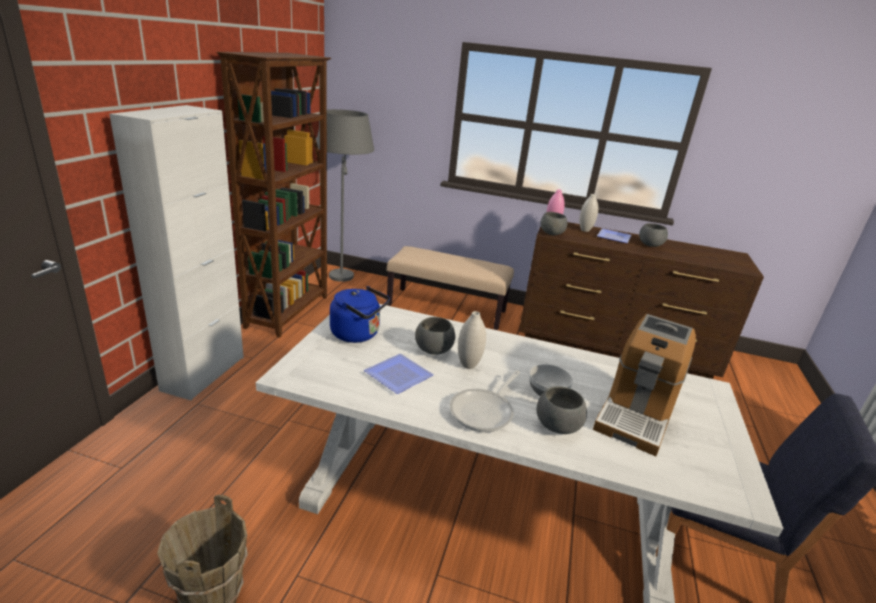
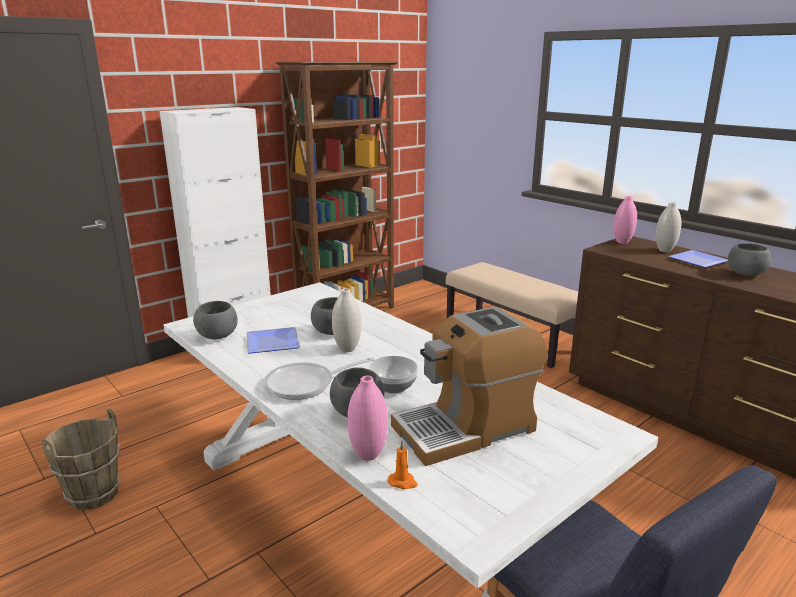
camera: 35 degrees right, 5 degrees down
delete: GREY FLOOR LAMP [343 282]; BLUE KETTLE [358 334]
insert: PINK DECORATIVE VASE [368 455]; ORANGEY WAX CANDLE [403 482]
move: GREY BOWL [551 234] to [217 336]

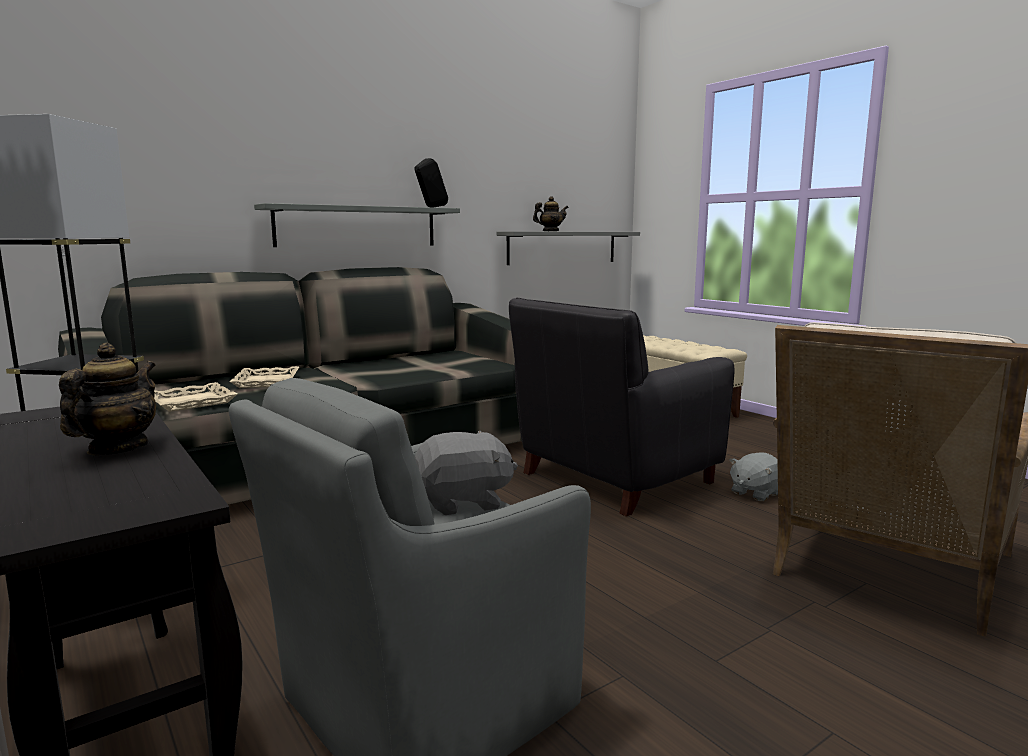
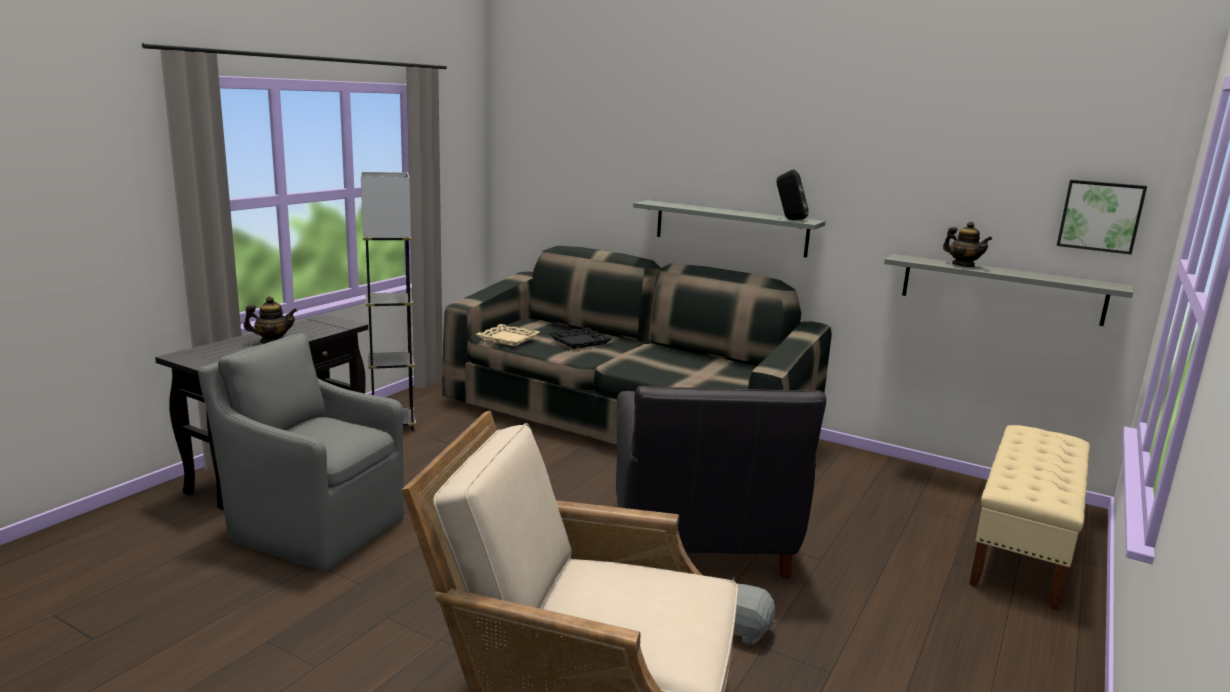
camera: 65 degrees right, 5 degrees up
delete: GREY SOFT TOY [463 502]
insert: WALL PICTURE [1100 216]
recolor: BEIGE-COLOURED TRAY [266 382] to BLACK TRAY [580 341]
rotate: BLACK ARMCHAIR [613 478] = [701 542] 120 degrees counterclockwise

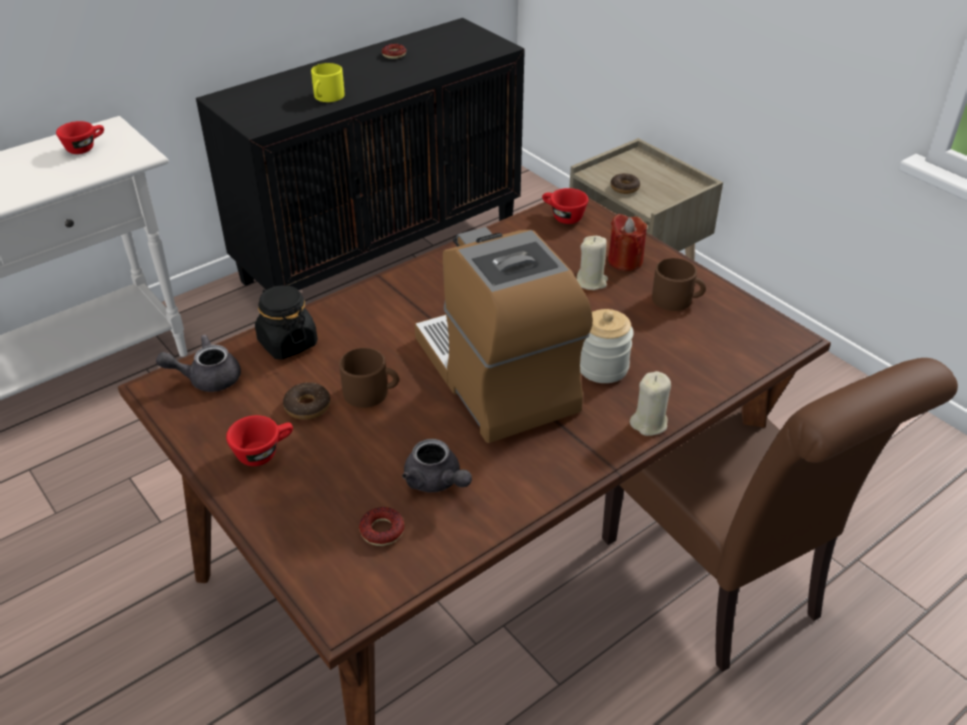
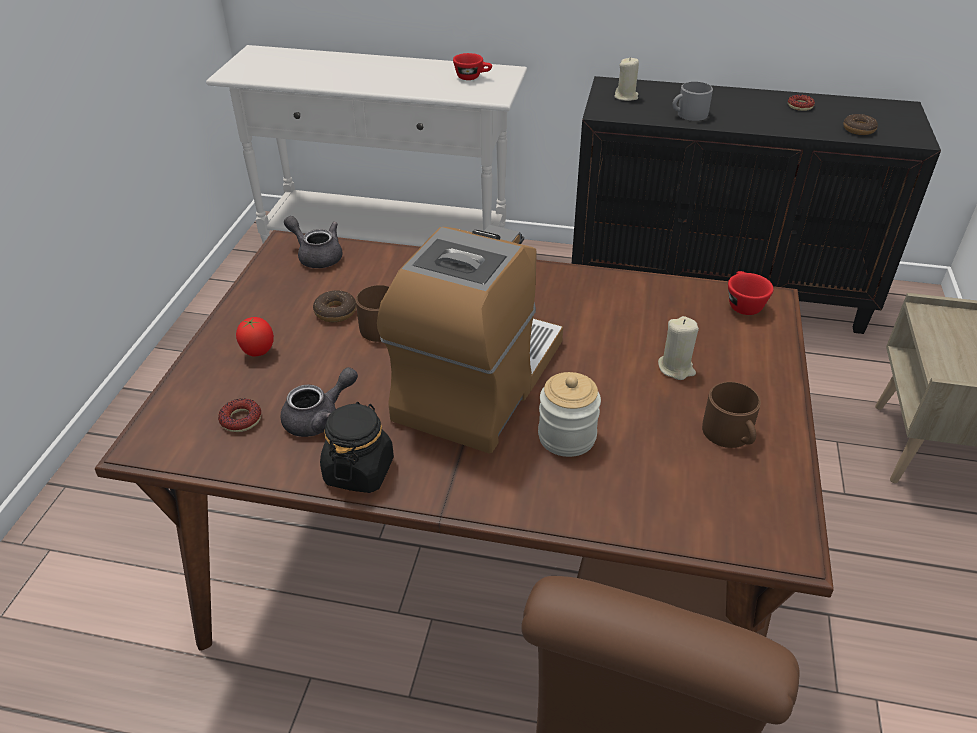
camera: 50 degrees right, 0 degrees up
delete: RED-COLOURED DRINKING CUP [264 452]; RED-COLOURED WAX CANDLE [625 261]
insert: TOMATO [258 352]
move: BLACK JAR [287 343] to [359 471]; DOUGHNUT [624 188] to [858 129]; BEIGE-COLOURED WAX CANDLE [649 423] to [626 97]
recolor: YELLOW MUG [327 97] to GREY MUG [688 114]
rotate: GREY TEAPOT [436 482] = [319 418] 135 degrees counterclockwise

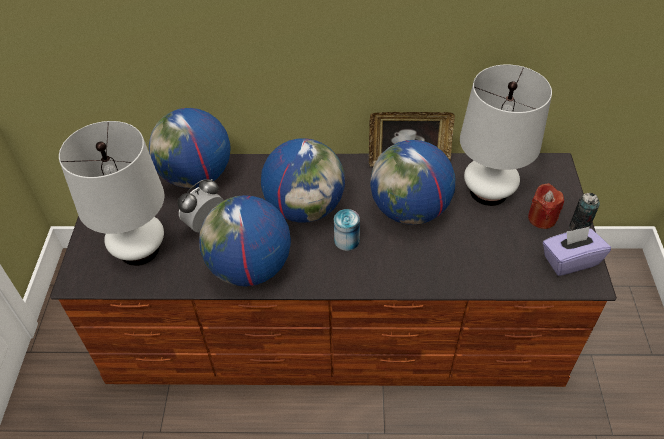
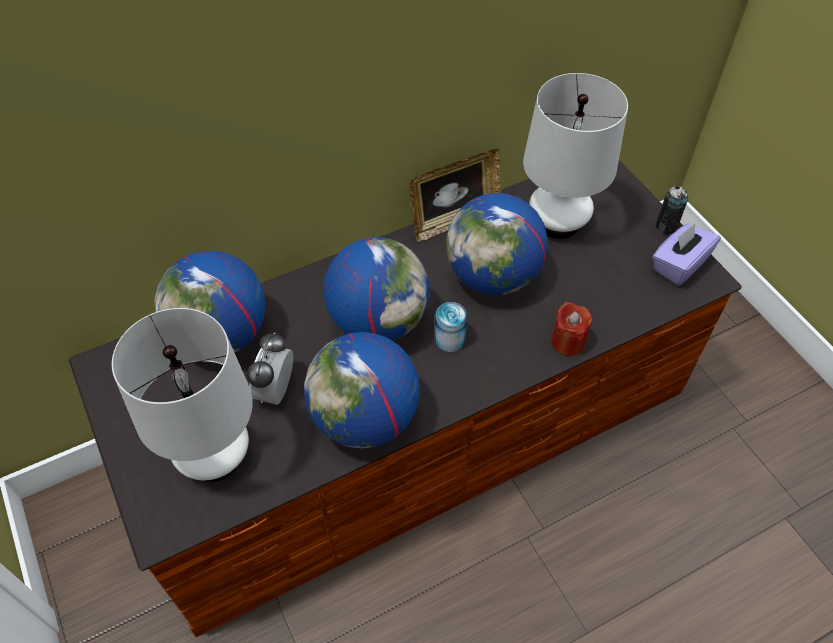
camera: 30 degrees left, 5 degrees up
move: RED-COLOURED WAX CANDLE [541 218] to [568 342]

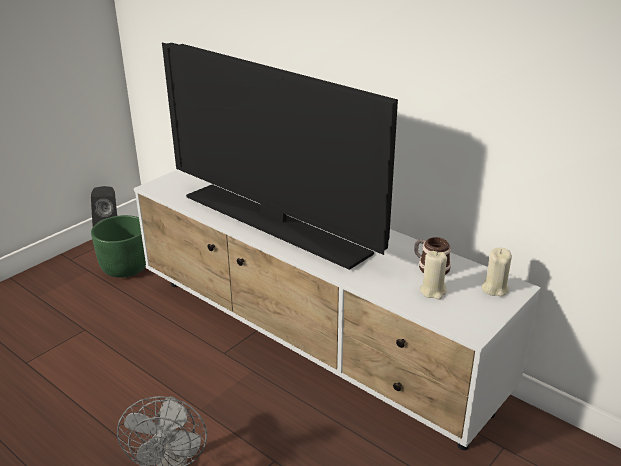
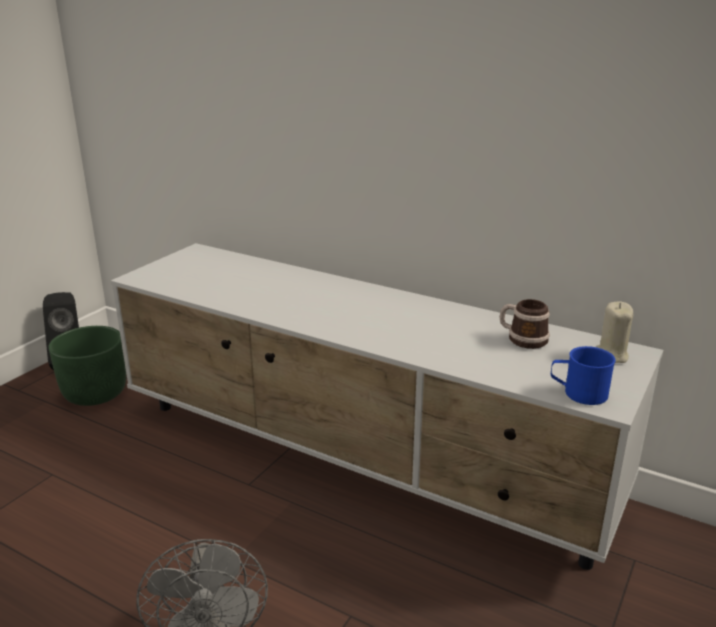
camera: 10 degrees left, 5 degrees down
delete: TV [275 224]; BEIGE-COLOURED WAX CANDLE [433 291]
insert: BLUE MUG [578 393]

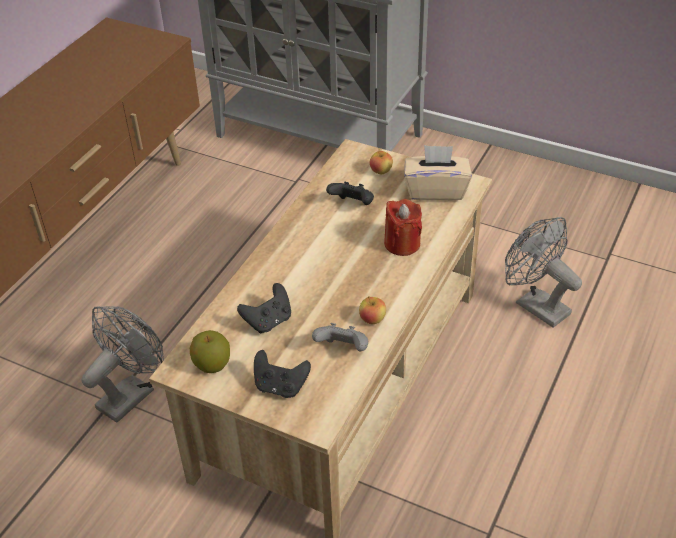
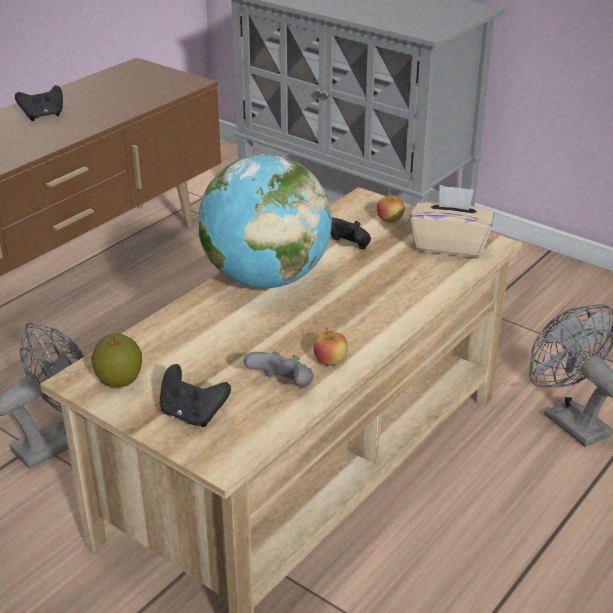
camera: 10 degrees right, 10 degrees down
delete: RED-COLOURED WAX CANDLE [402 244]
insert: DESK GLOBE [266 279]
move: BLACK GAMEPAD [268 321] to [43 116]

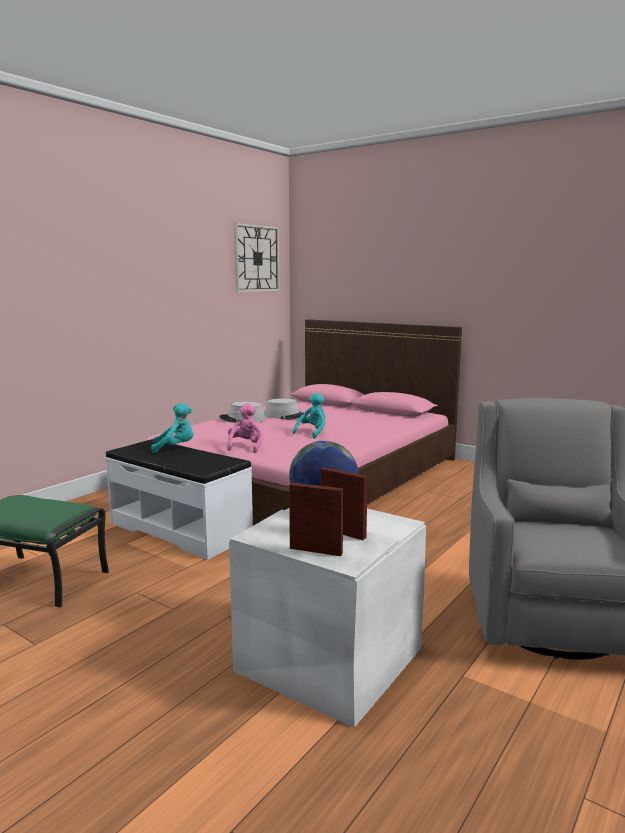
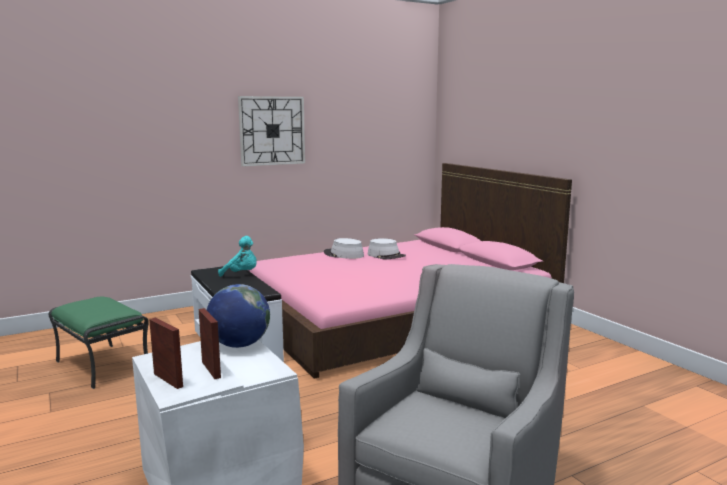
camera: 25 degrees right, 0 degrees up
delete: PINK SOFT TOY [245 447]; TURQUOISE-COLOURED SOFT TOY [312 433]
move: HANGING CLOCK [256 258] to [272 131]

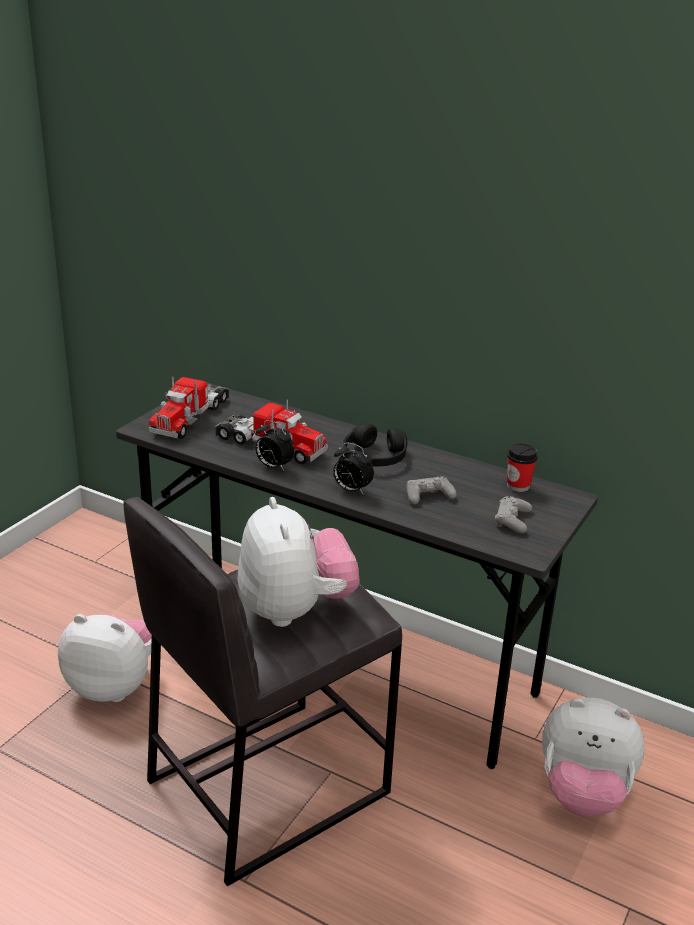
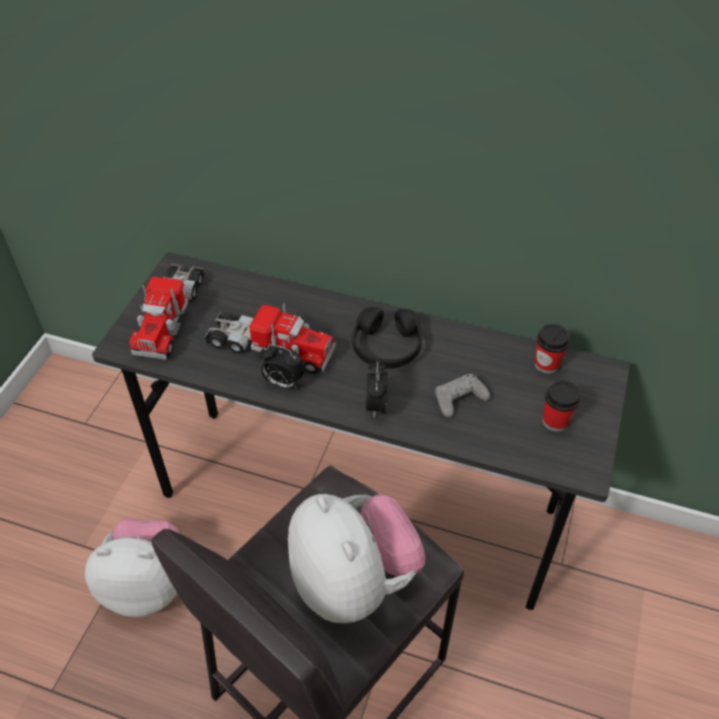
camera: 10 degrees left, 20 degrees up
delete: SOFT TOY [583 793]
replace: GREY GAMEPAD [512 520] to DRINKING CUP [555 421]
rotate: TABLE CLOCK [351 490] = [376 406] 75 degrees clockwise

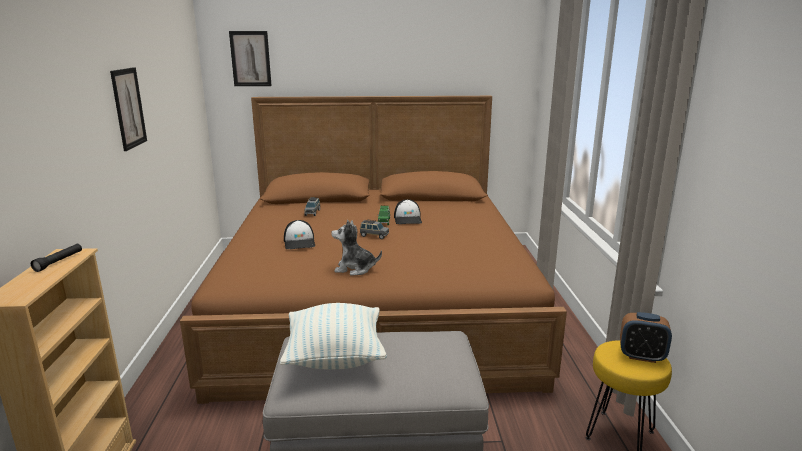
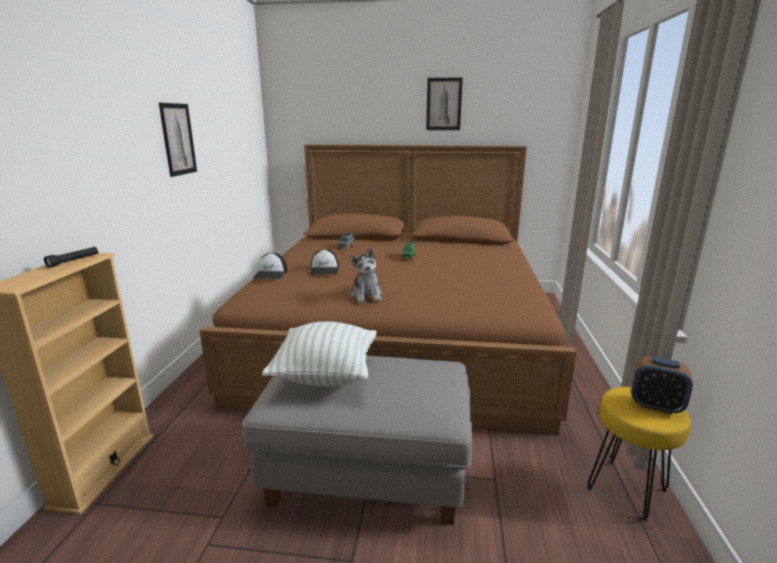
camera: 10 degrees right, 0 degrees up
delete: GREY MINIATURE CAR [374 236]
move: WALL PICTURE [250 59] to [444 104]; CAP [408 219] to [271 274]
rotate: SOFT TOY [355 269] = [367 295] 120 degrees counterclockwise

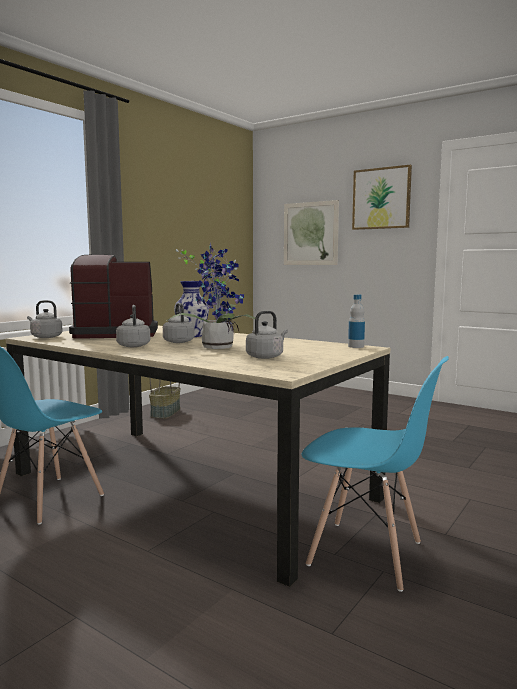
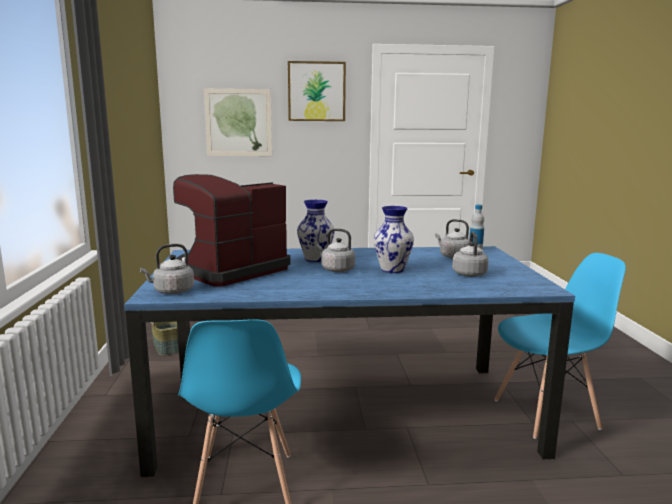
camera: 40 degrees left, 5 degrees up
move: GREY KETTLE [133 345] to [453 256]
replace: HOUSEPLANT [217 346] to DECORATIVE VASE [392 269]
recolor: BEIGE-COLOURED DINING TABLE [188 485] to BLUE DINING TABLE [343 413]

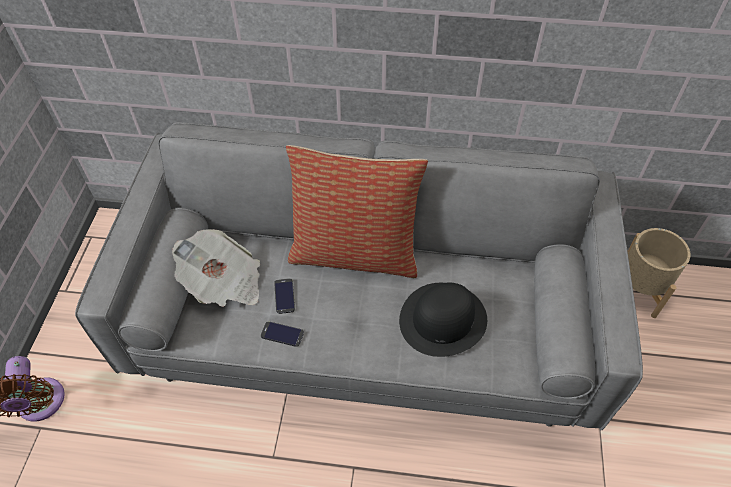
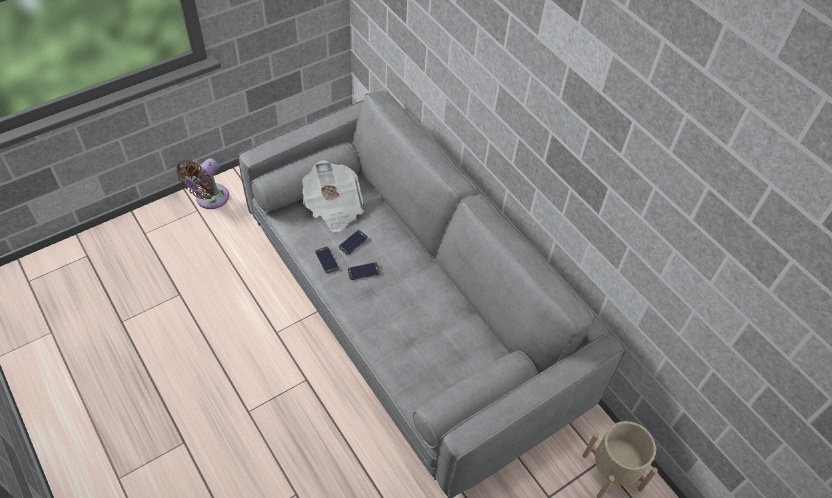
camera: 45 degrees right, 0 degrees up
delete: CUSHION [355 252]; BLACK CLOTHING HAT [443 320]
insert: PHONE [363 271]

